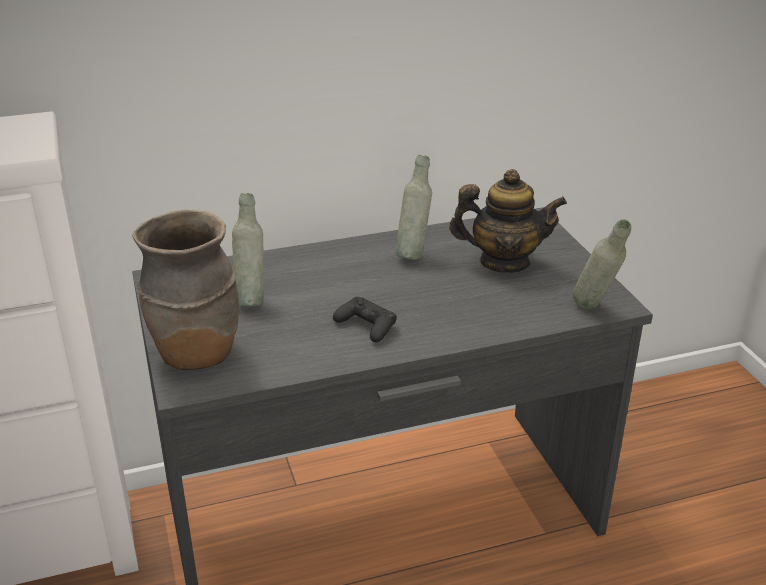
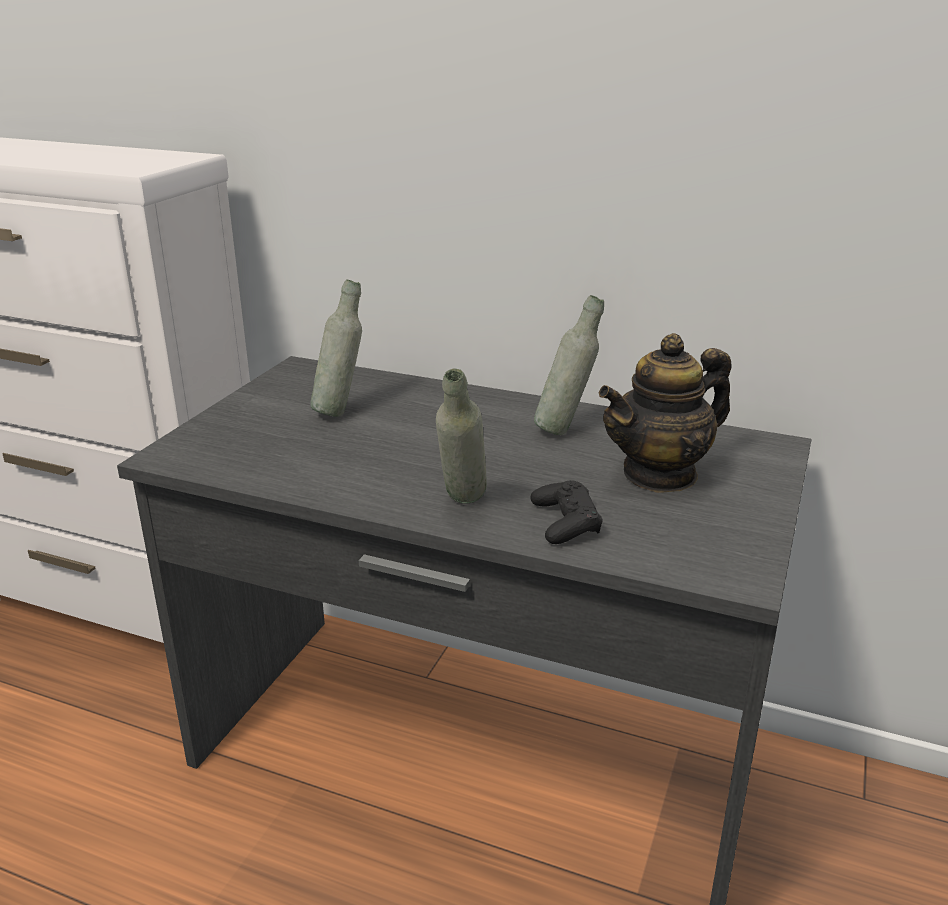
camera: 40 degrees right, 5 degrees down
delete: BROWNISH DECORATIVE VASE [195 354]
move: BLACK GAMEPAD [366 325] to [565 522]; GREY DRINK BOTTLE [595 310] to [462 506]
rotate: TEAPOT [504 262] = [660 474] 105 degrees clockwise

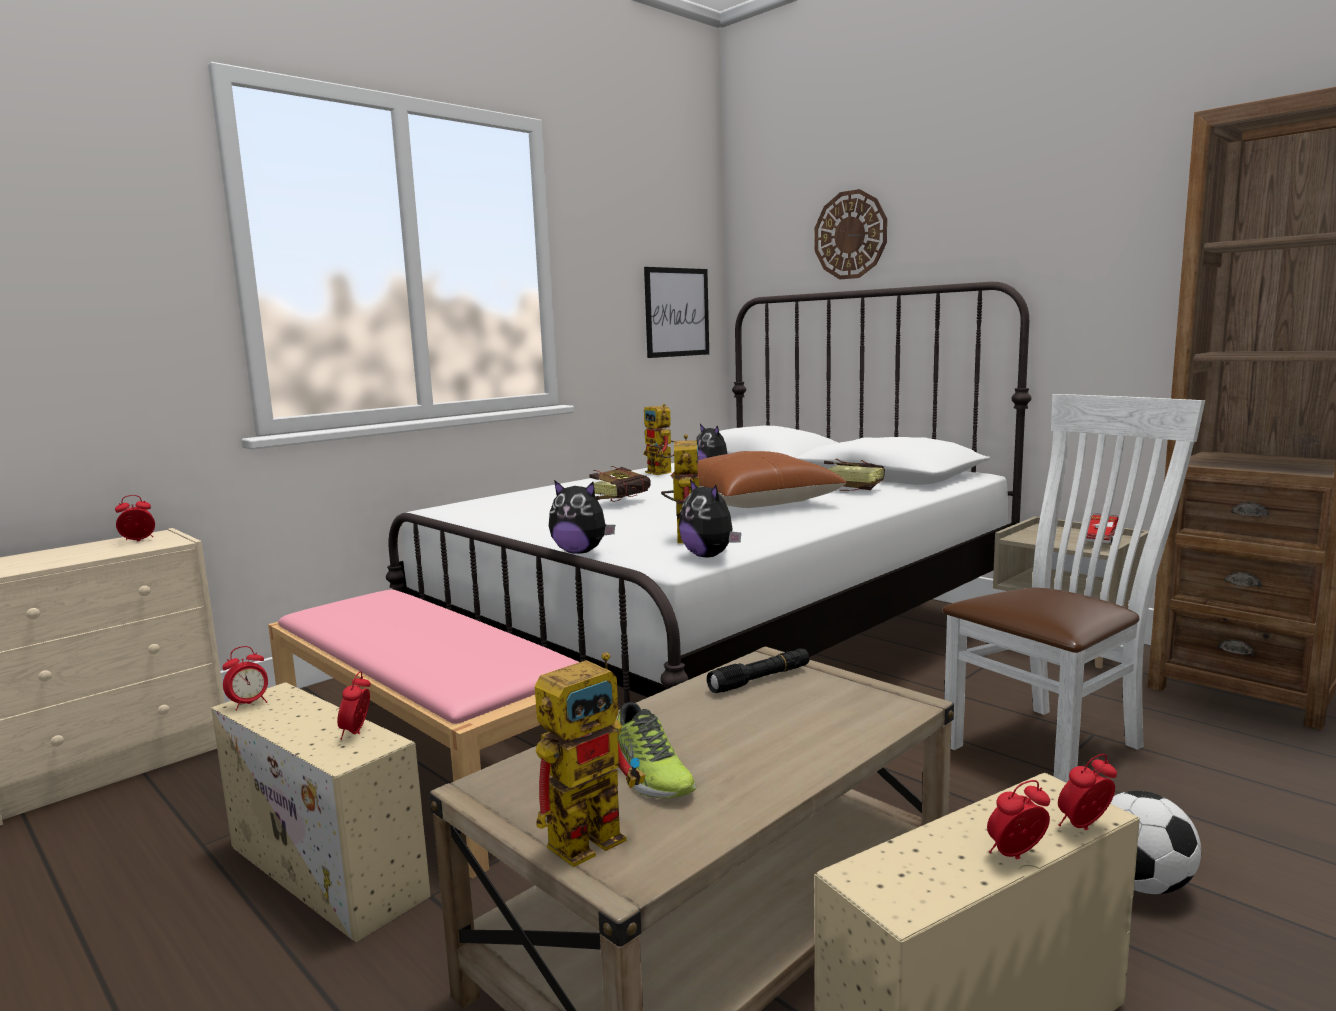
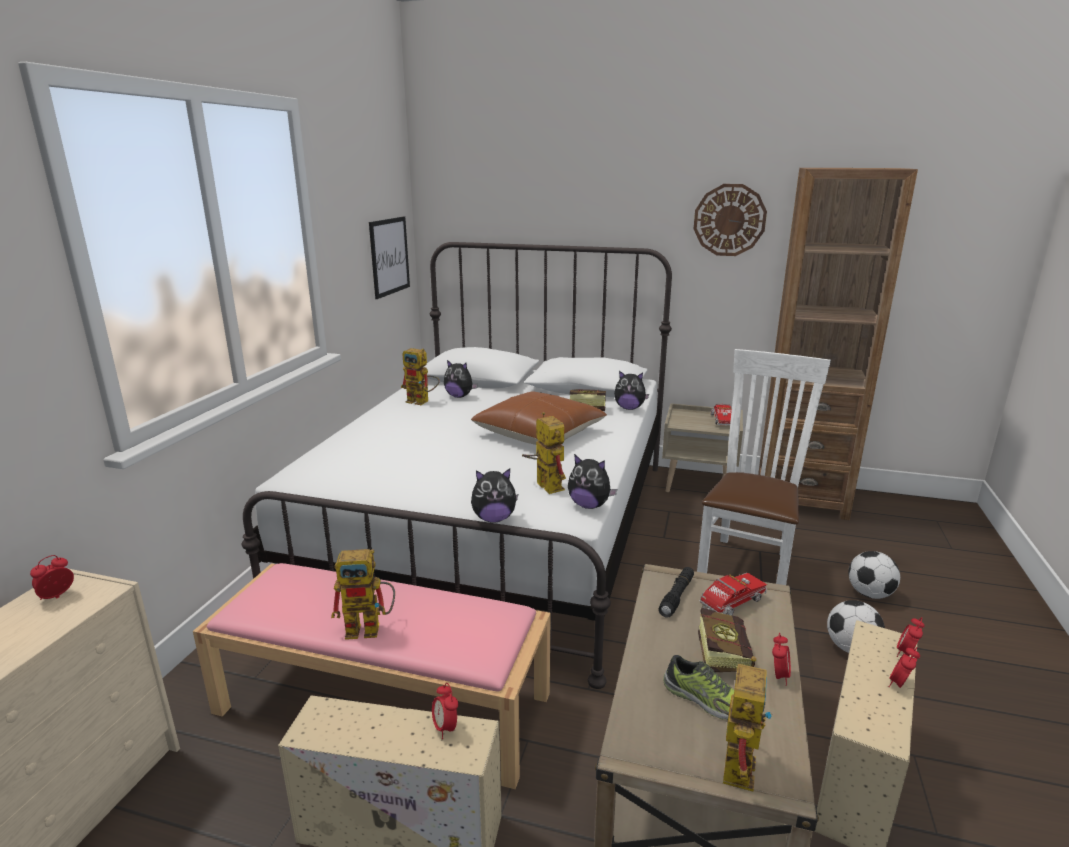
camera: 30 degrees left, 10 degrees up
insert: ROBOT FIGURE [371 628]; SOFT TOY [629 408]; MODEL TRUCK [730 604]; FOOTBALL BALL [869 594]
move: TABLE CLOCK [249 704] to [778 676]; BOUND BOOK [624 501] to [721 653]; HANGING CLOCK [850 235] to [729 220]

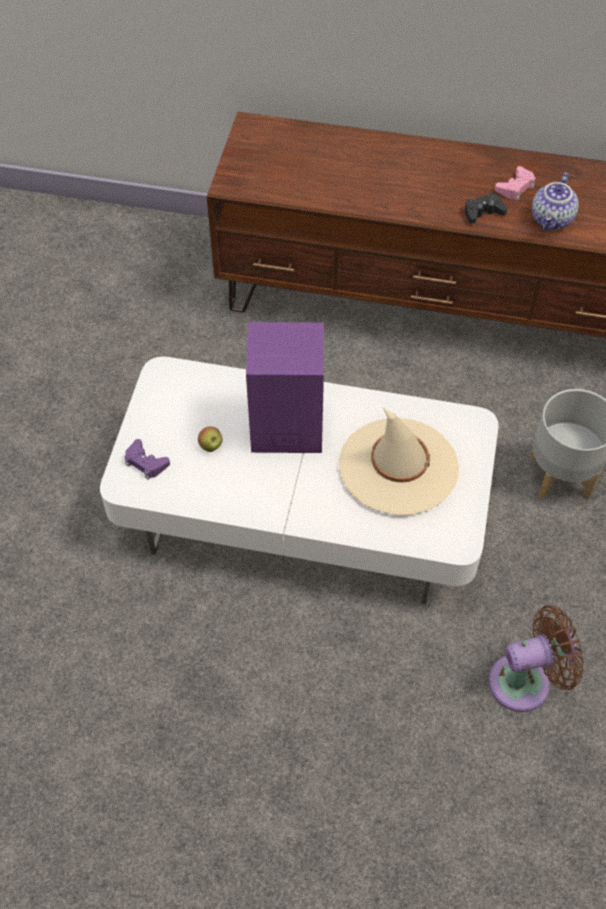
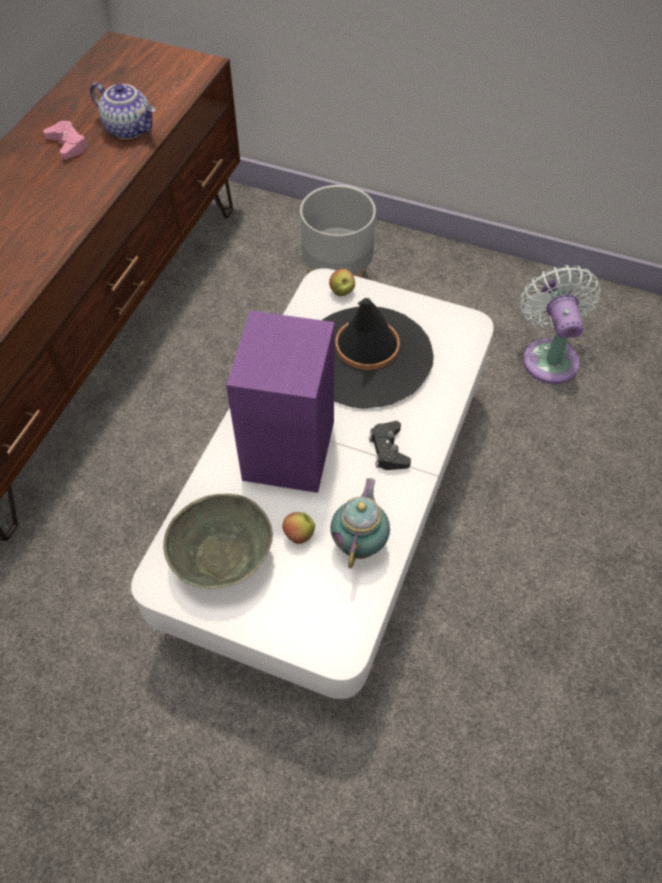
camera: 80 degrees left, 0 degrees up
delete: PURPLE GAMEPAD [146 463]
insert: GREY BOWL [221 556]; APPLE [342 292]; TEAPOT [360 542]
move: BLACK GAMEPAD [483 212] to [388 450]
recolor: BEIGE-COLOURED CLOTHING HAT [398 466] to BLACK CLOTHING HAT [366 357]; BROWNISH FAN [526 681] to WHITE FAN [549 356]

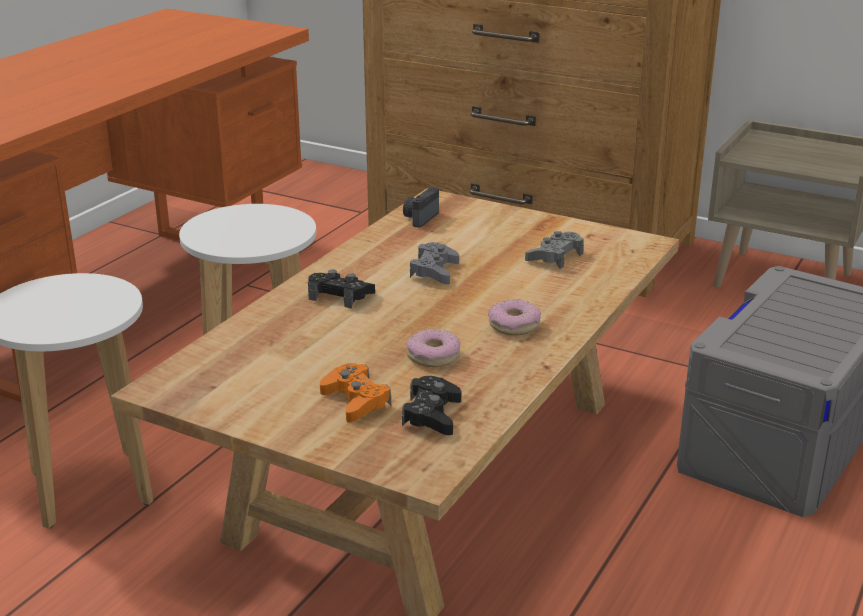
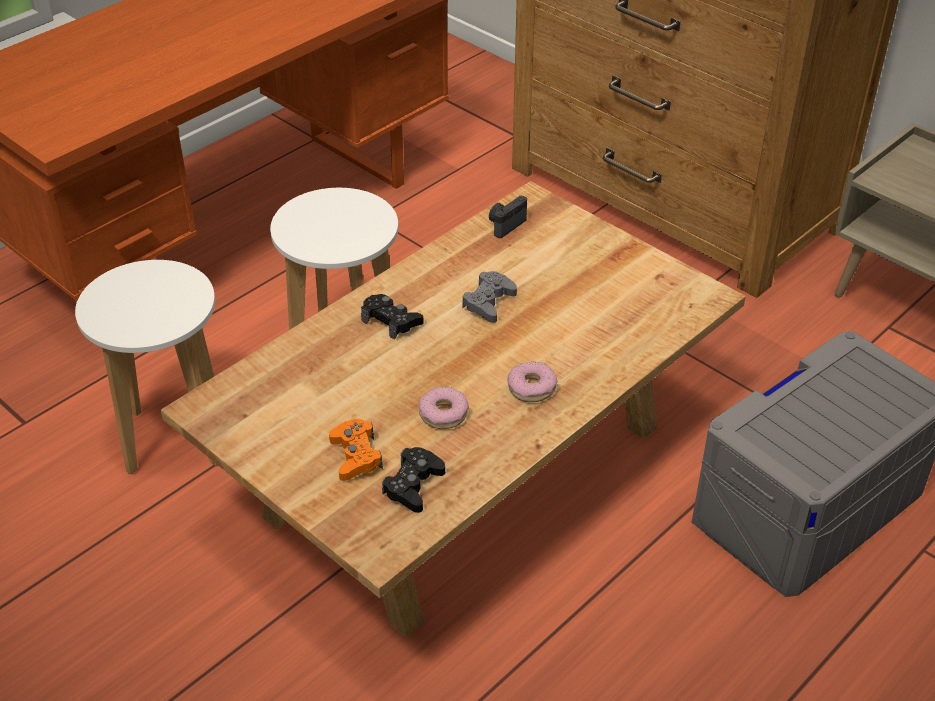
camera: 15 degrees right, 15 degrees up
delete: GREY GAMEPAD [554 257]

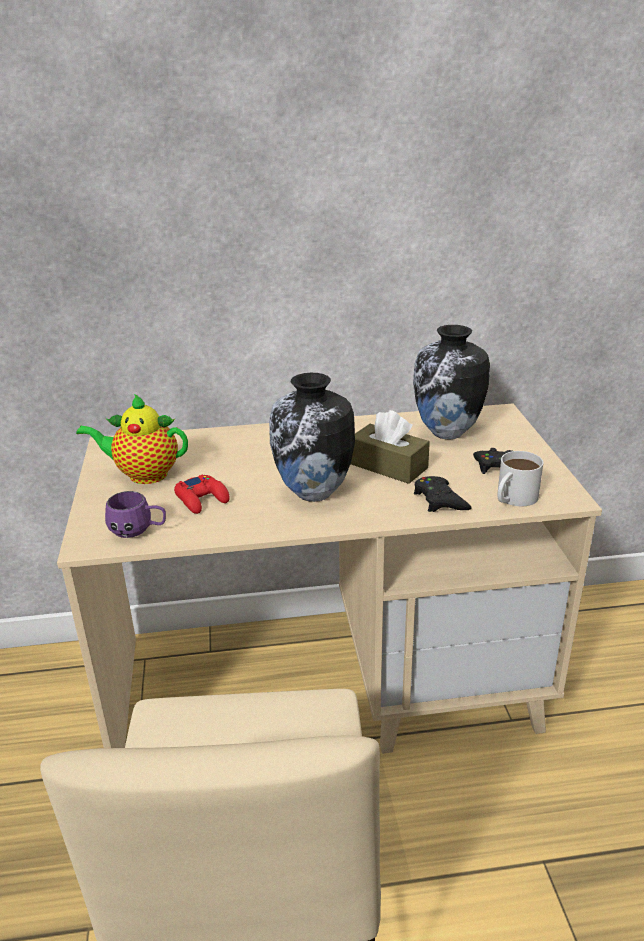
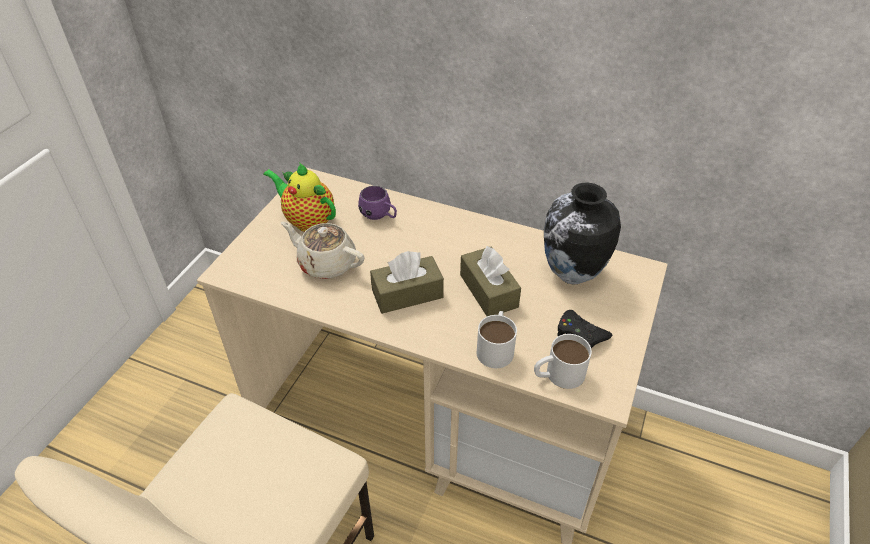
camera: 30 degrees right, 15 degrees up
move: PURPLE MUG [139 532] to [379 216]
replace: RED-COLOURED GAMEPAD [202 499] to BEIGE-COLOURED TEAPOT [326 263]; DECORATIVE VASE [314 493] to BROWNISH BOX OF TISSUES [407 294]; BLACK GAMEPAD [439 500] to WHITE MUG [496 347]

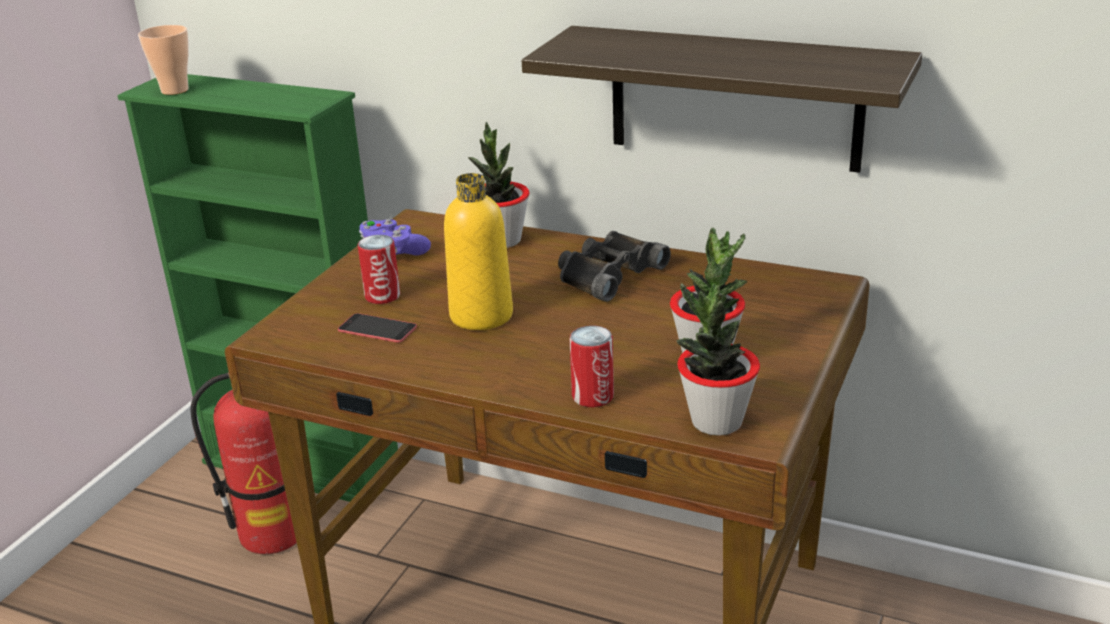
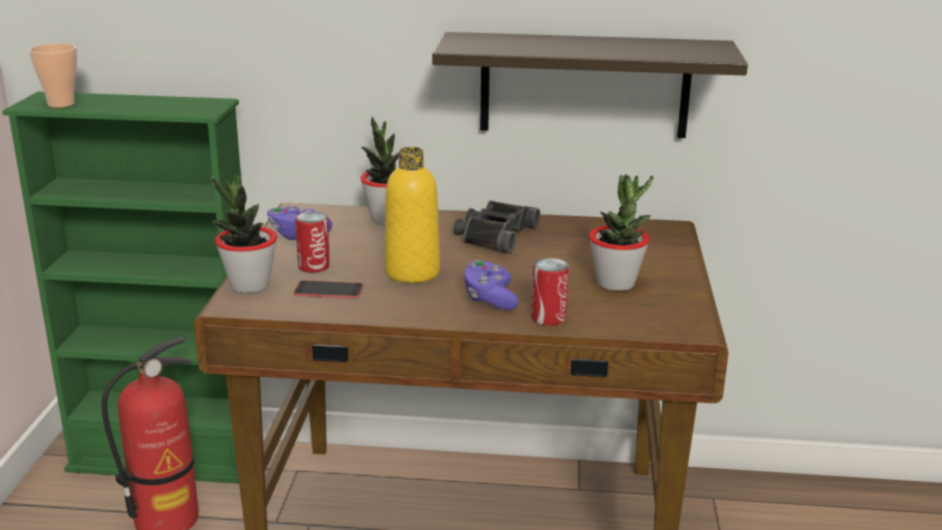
camera: 20 degrees left, 5 degrees down
insert: PURPLE GAMEPAD [489 299]
move: HOUSEPLANT [716 422] to [249 285]

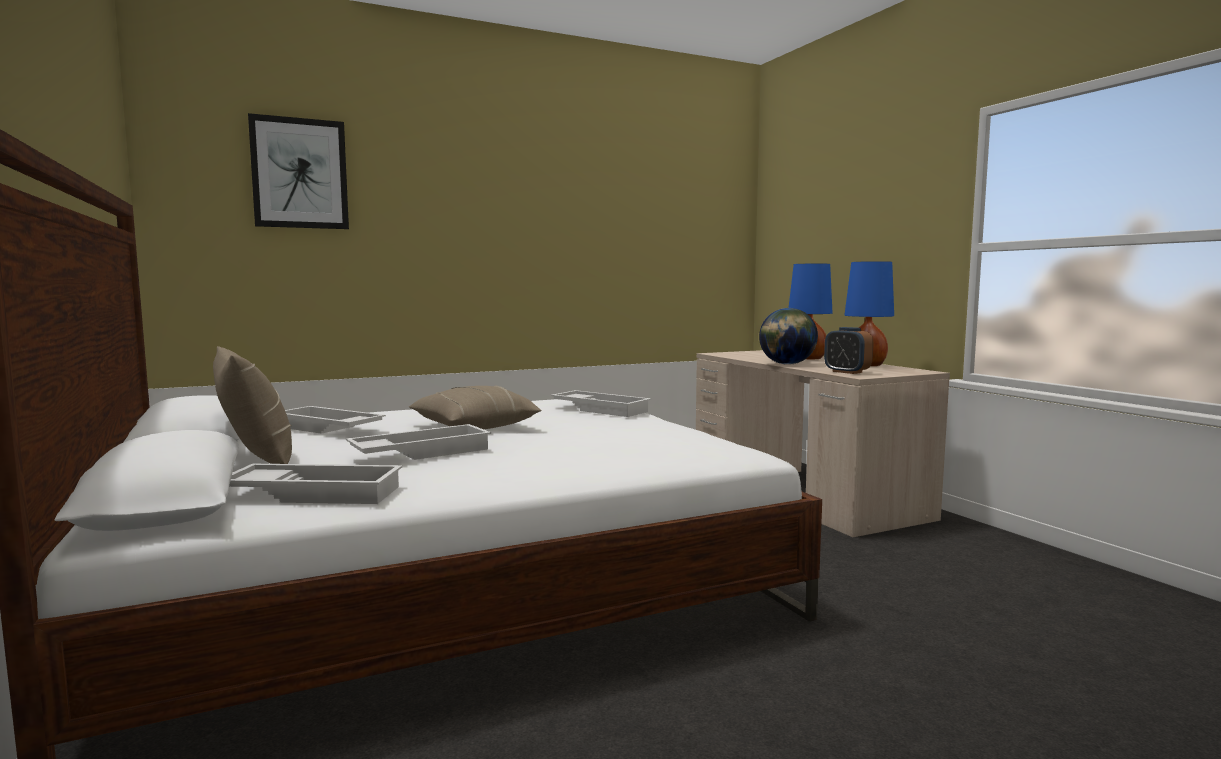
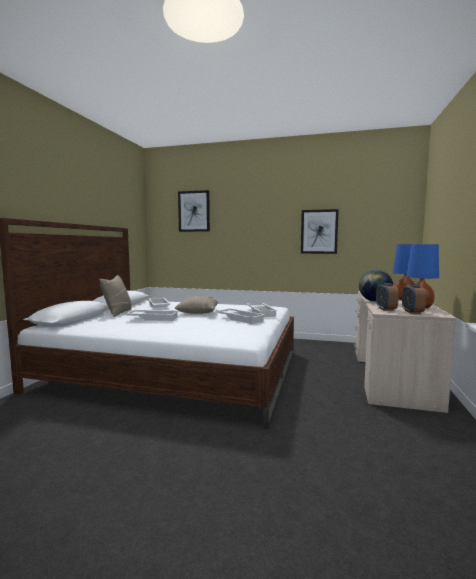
camera: 40 degrees right, 0 degrees up
insert: WALL PICTURE [319 231]; TABLE CLOCK [412 312]
move: WHITE TRAY [316 493] to [241 319]

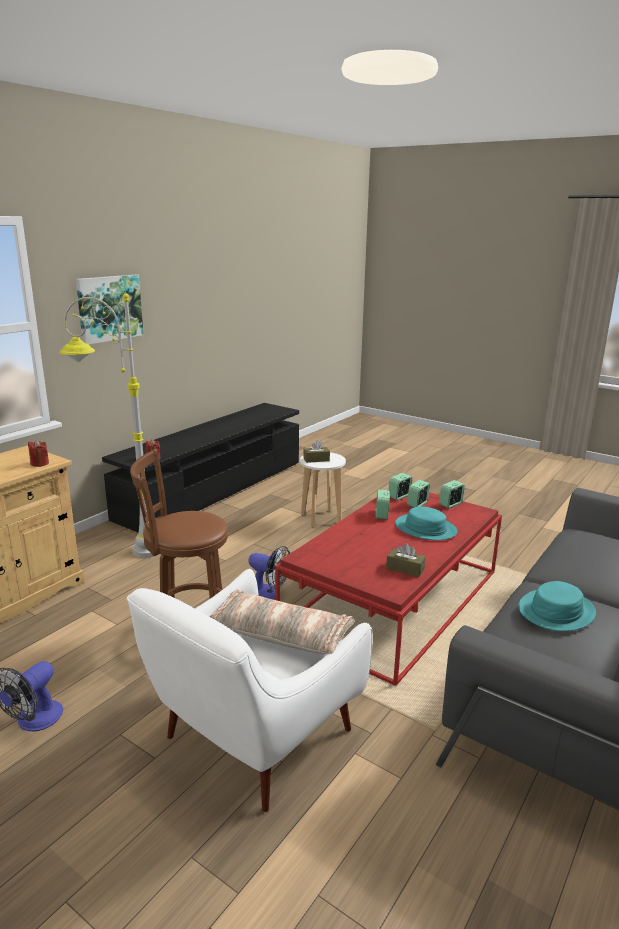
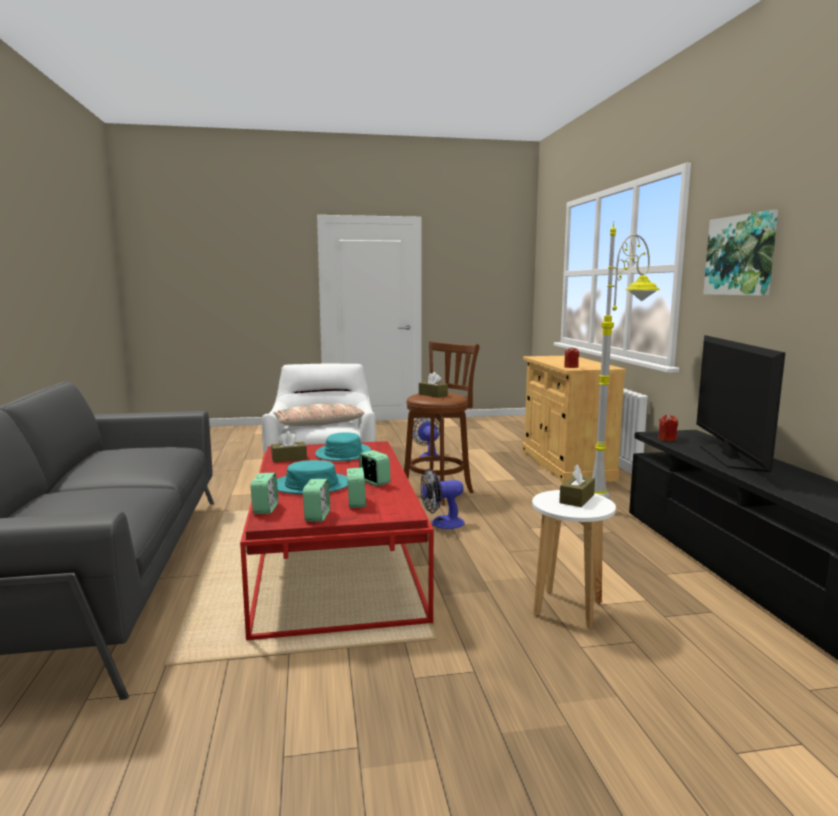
camera: 135 degrees right, 10 degrees down
insert: BROWNISH BOX OF TISSUES [433 395]; TV [730 457]
move: TABLE CLOCK [399 496] to [265 509]; TURQUOISE-COLOURED CLOTHING HAT [556 611] to [343 453]

